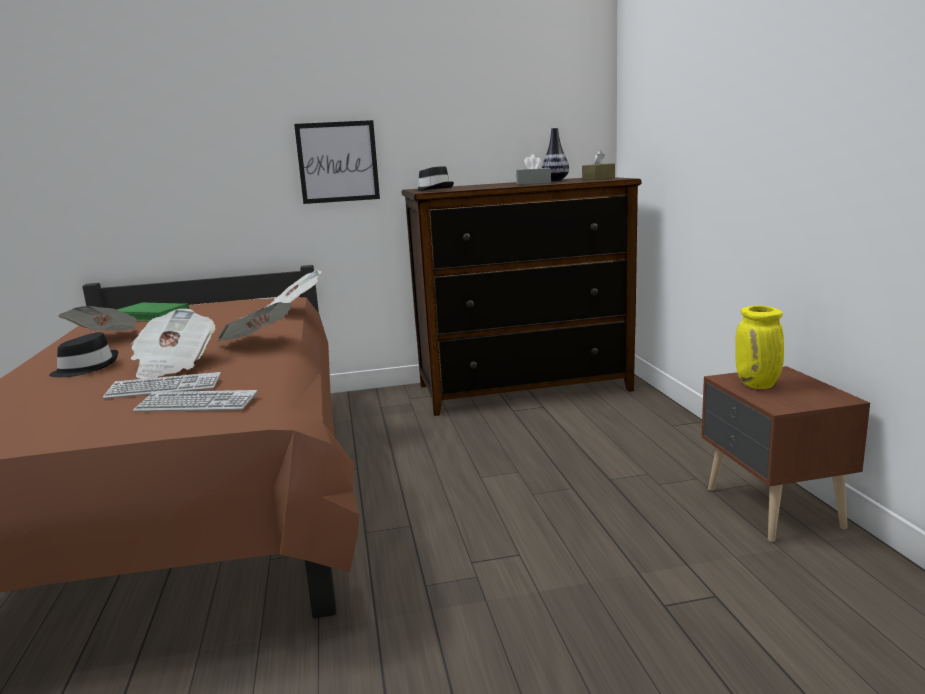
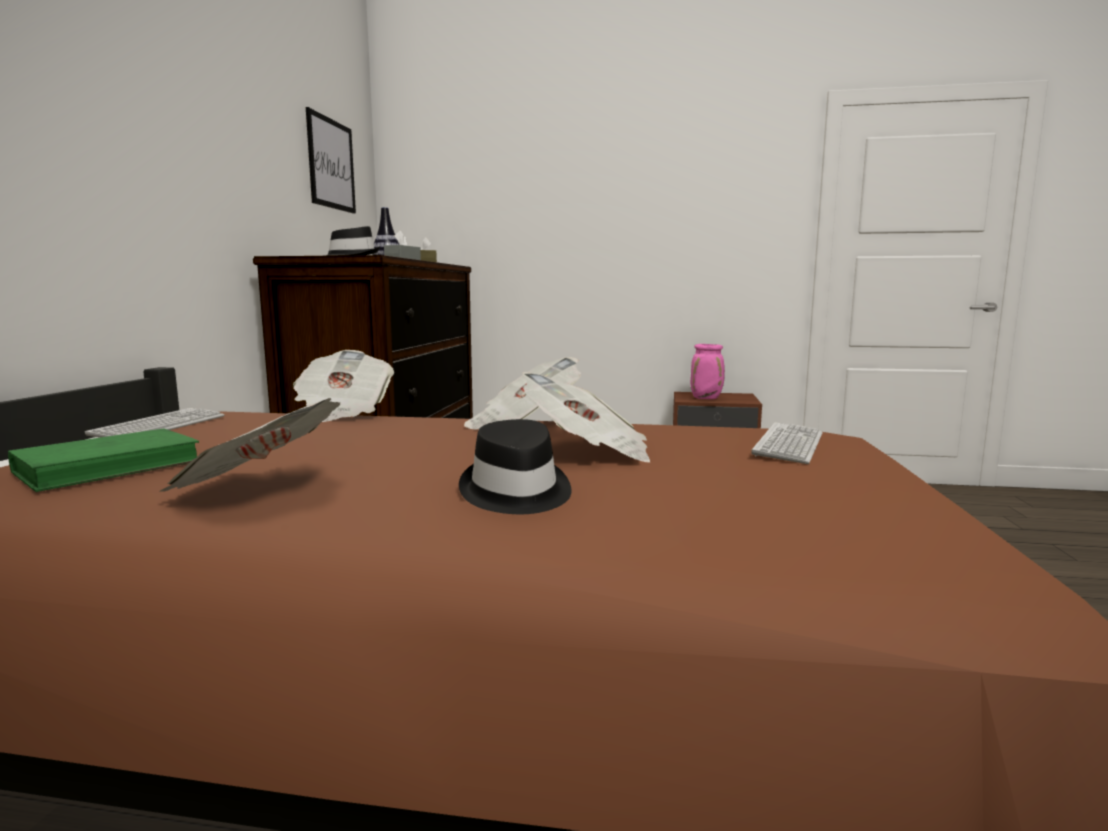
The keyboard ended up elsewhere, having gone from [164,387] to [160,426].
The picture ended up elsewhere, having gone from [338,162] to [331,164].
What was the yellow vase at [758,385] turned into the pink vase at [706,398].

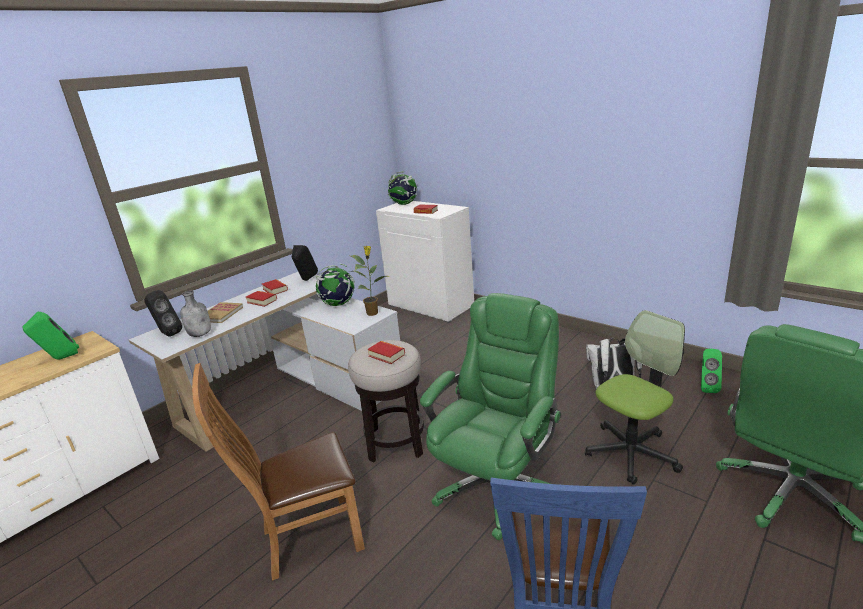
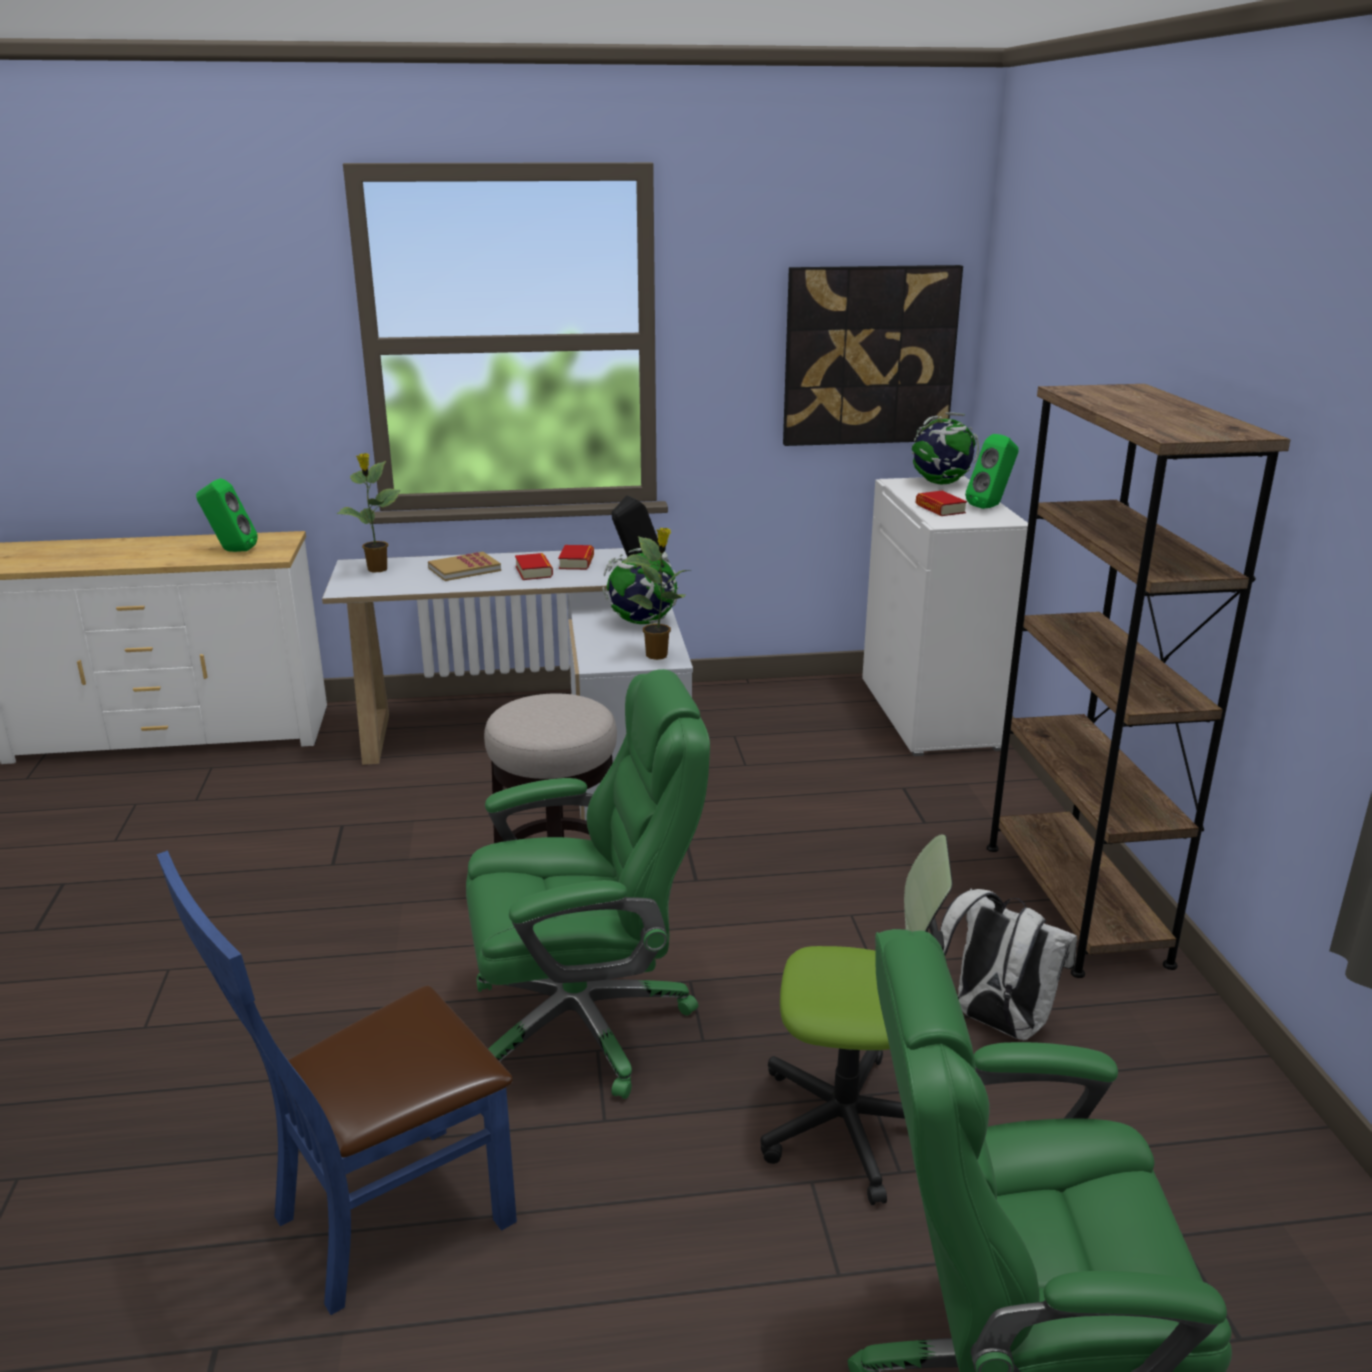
The second view lost the grey bottle at [201,334].
The second view lost the brown chair at [305,539].
The second view lost the book at [386,355].
The second view gained the picture at [869,356].
The second view gained the brown bookcase at [1074,902].
The green speaker ended up elsewhere, having gone from [706,387] to [991,507].
Where the black speaker stood at [167,333], the potted plant came to stand at [377,569].

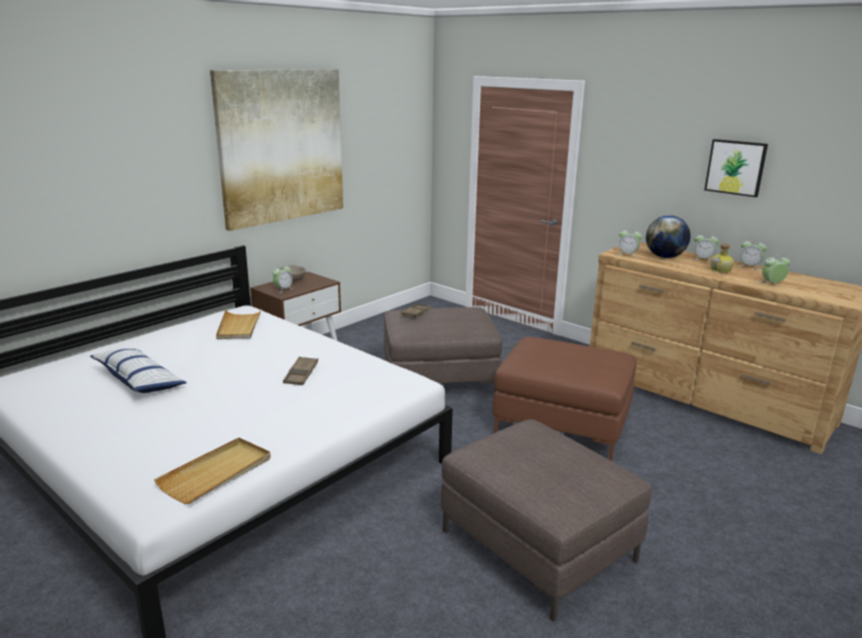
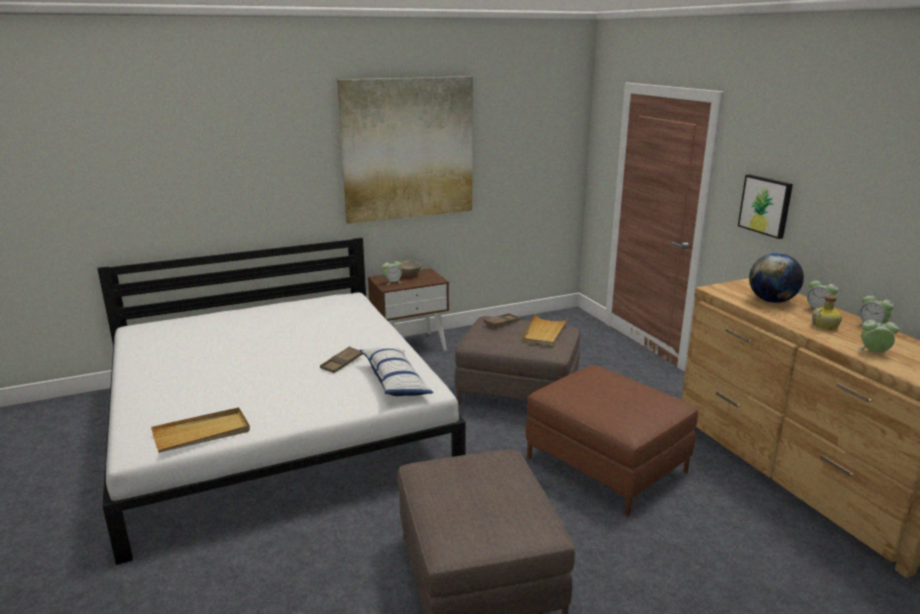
The second view lost the alarm clock at [628,254].
The pillow ended up elsewhere, having gone from [139,380] to [395,381].
The beige tray ended up elsewhere, having gone from [239,326] to [544,332].
The picture ended up elsewhere, having gone from [736,167] to [766,205].

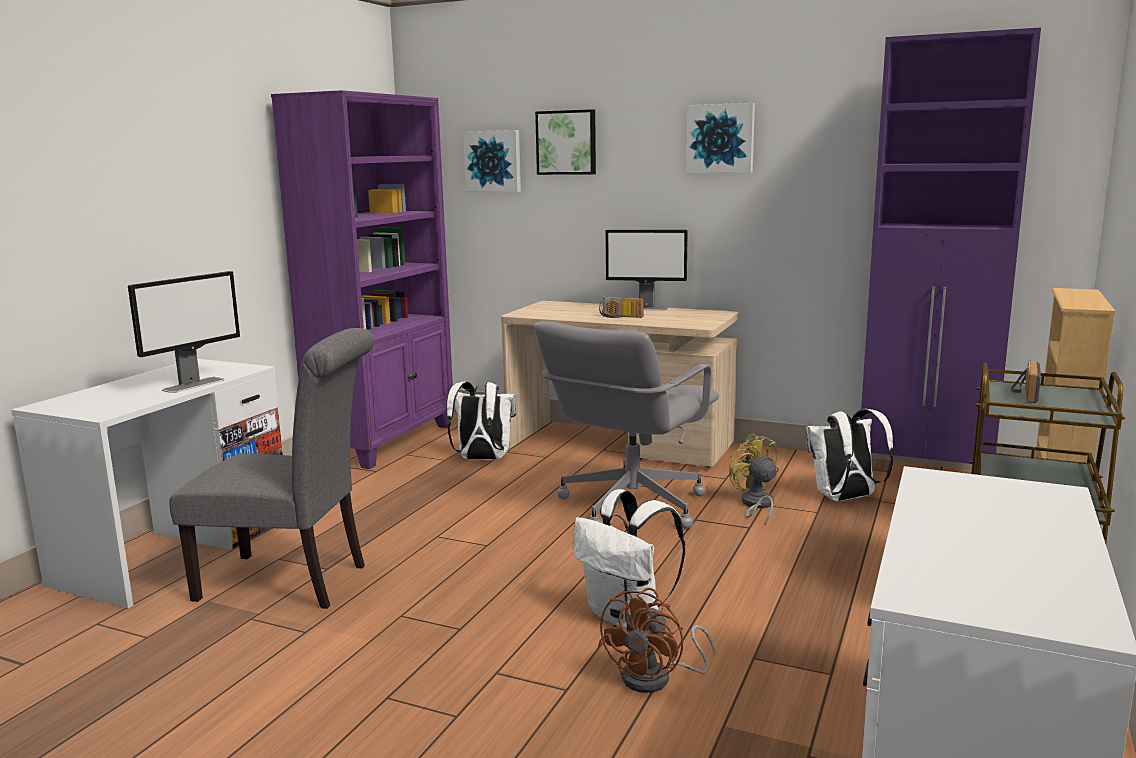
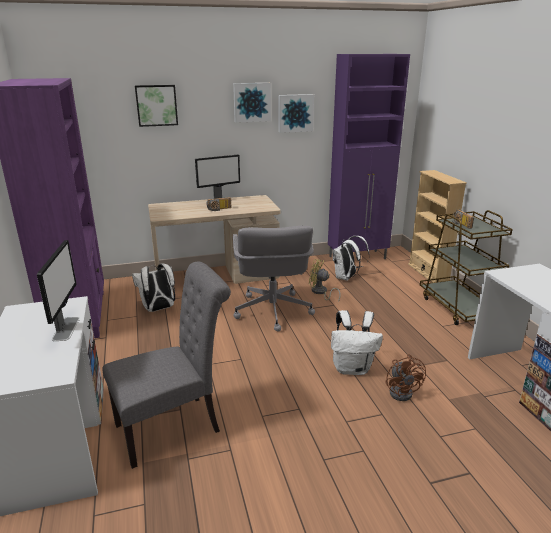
The picture ended up elsewhere, having gone from [493,161] to [295,113].

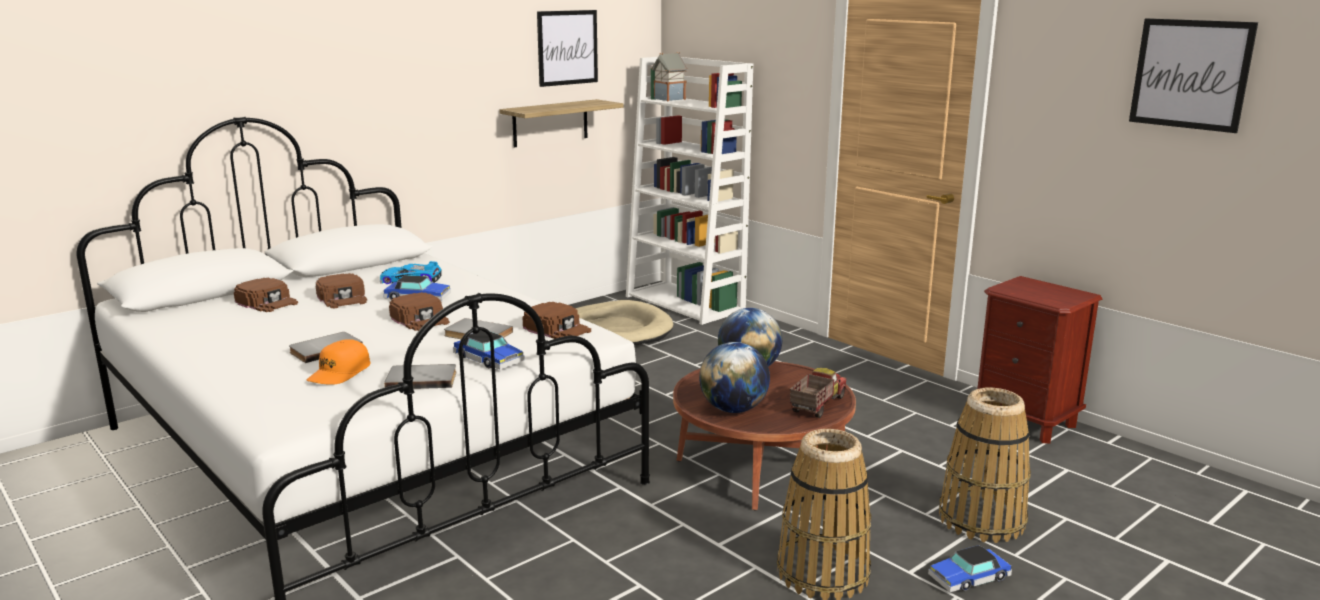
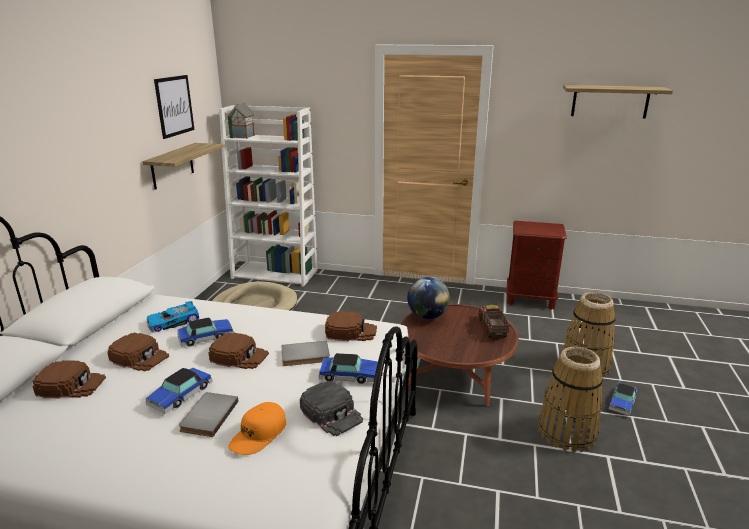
The second view lost the globe at [733,409].
The second view gained the toy car at [180,395].
Where the grey book stood at [422,379], the black cap came to stand at [332,413].
Where the picture hung at [1190,74], the shelf came to hang at [610,101].
The orange cap at [339,373] ended up facing another way, 45 degrees clockwise from before.

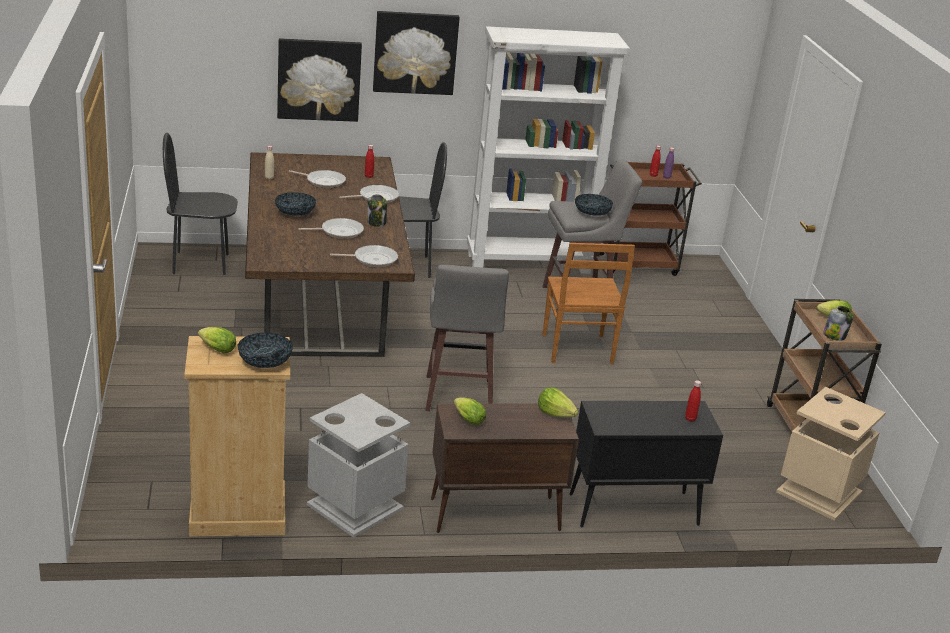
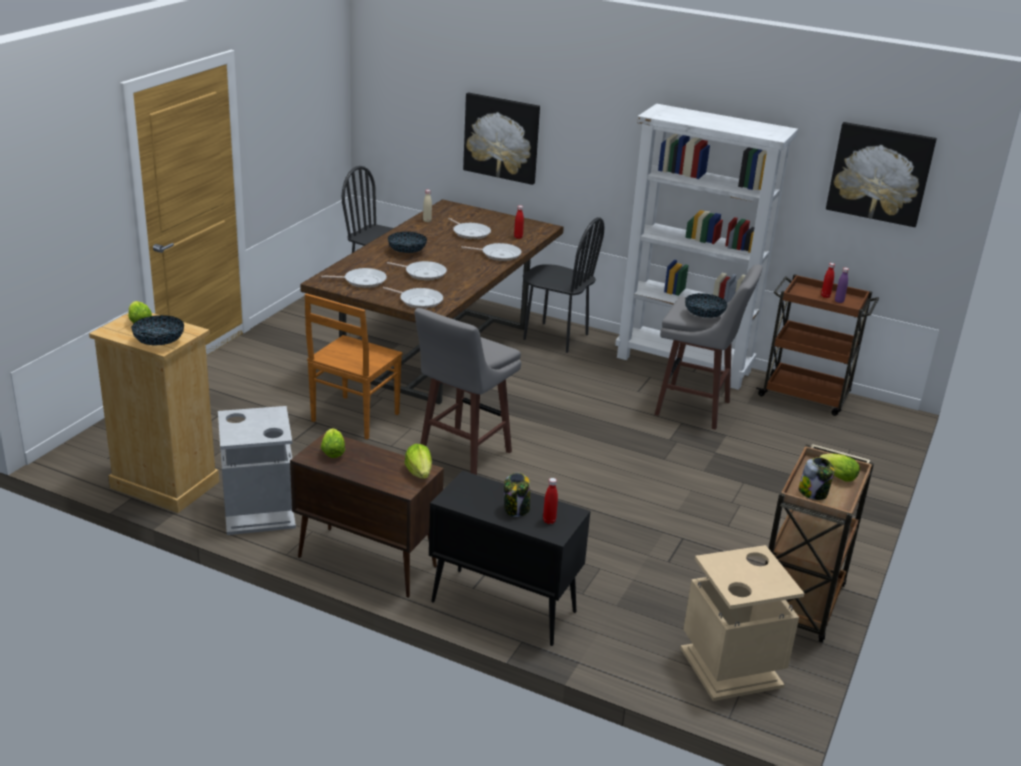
The second view gained the frying pan at [362,281].
The jar ended up elsewhere, having gone from [376,222] to [516,509].
The picture ended up elsewhere, having gone from [415,52] to [880,173].
The brown chair ended up elsewhere, having gone from [577,350] to [353,418].

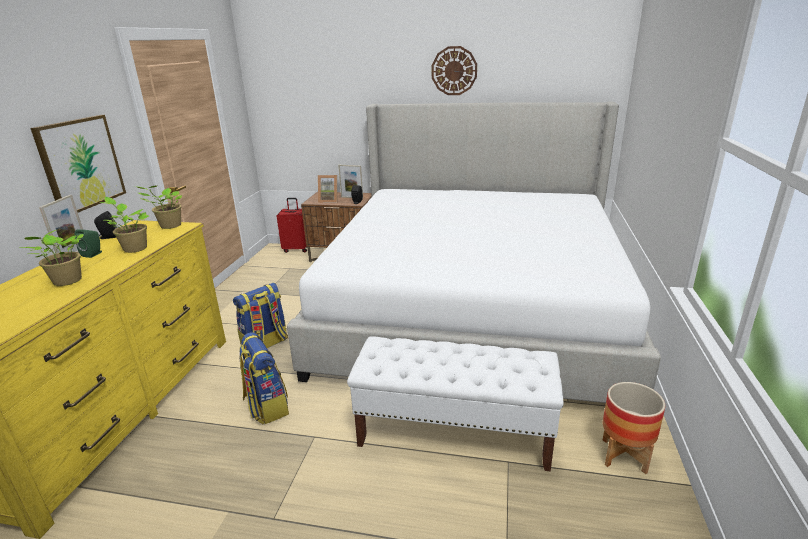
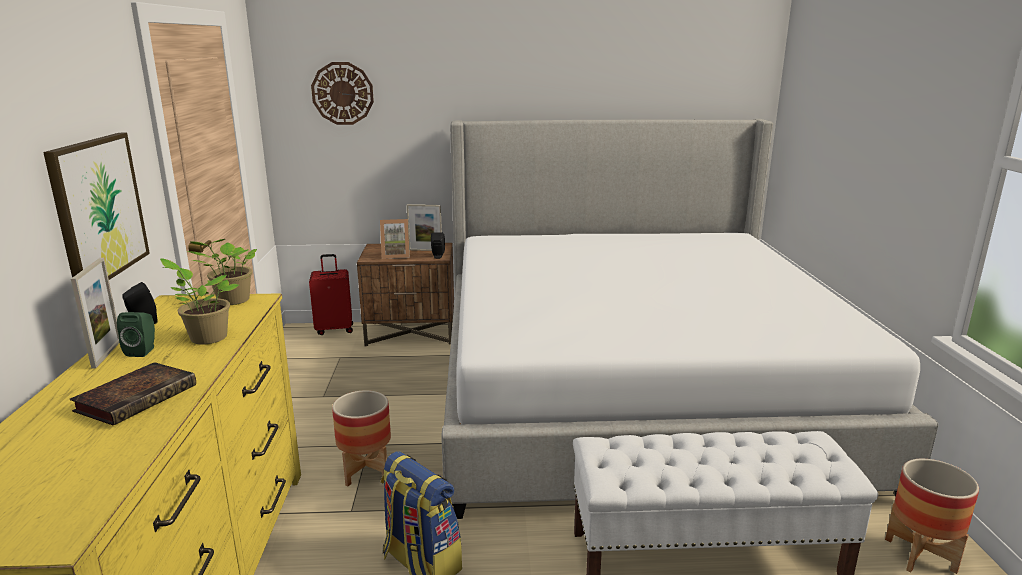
The wall clock ended up elsewhere, having gone from [454,71] to [342,93].
Where the potted plant stood at [66,282], the book came to stand at [138,397].
Where the backpack stood at [265,344], the planter came to stand at [366,472].

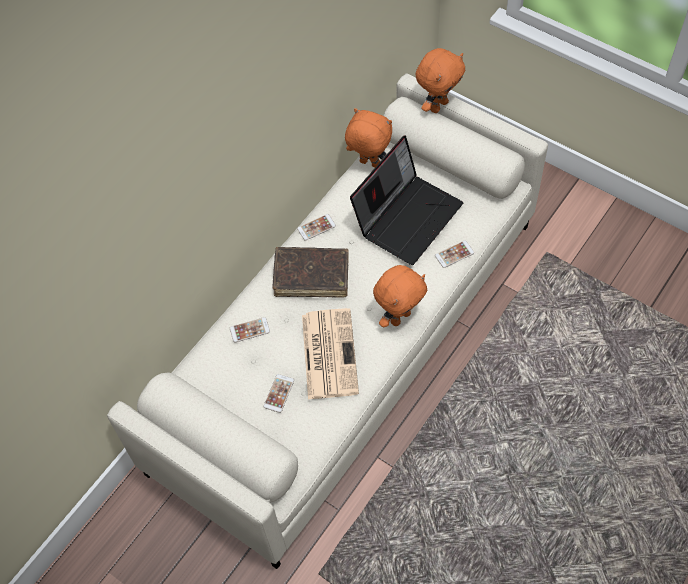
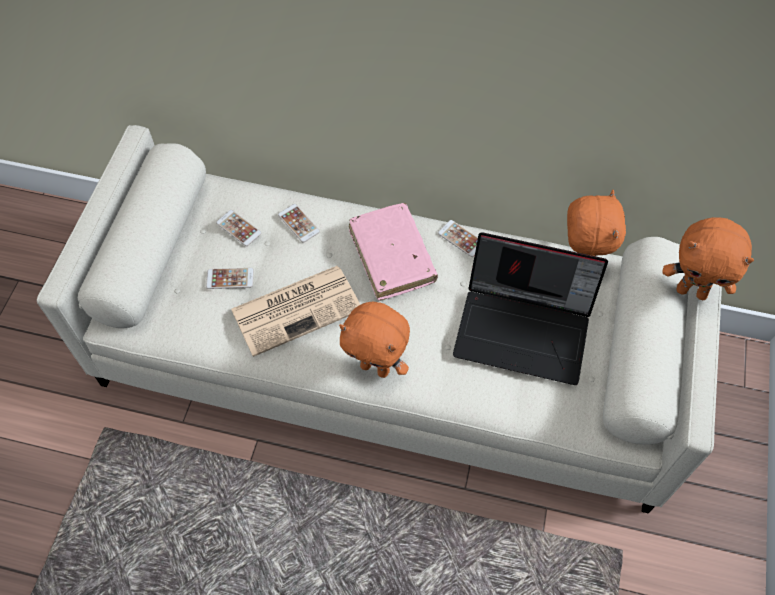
The phone ended up elsewhere, having gone from [454,254] to [238,228].
What was the brown book at [311,276] turned into the pink book at [392,257].

